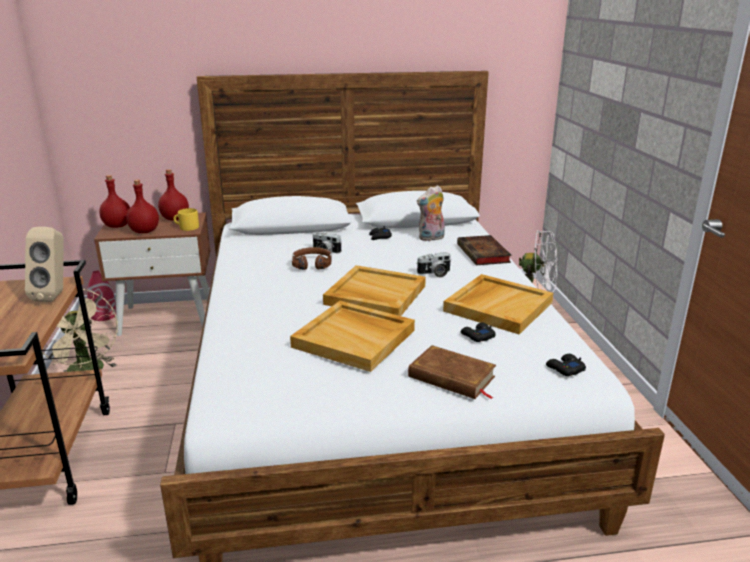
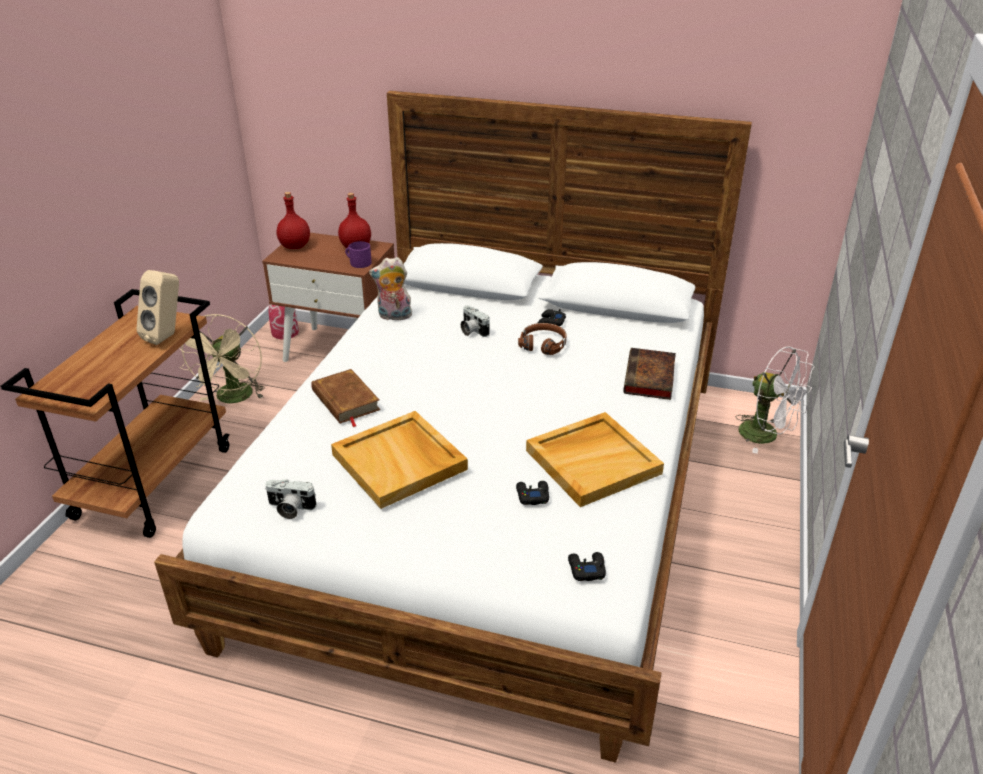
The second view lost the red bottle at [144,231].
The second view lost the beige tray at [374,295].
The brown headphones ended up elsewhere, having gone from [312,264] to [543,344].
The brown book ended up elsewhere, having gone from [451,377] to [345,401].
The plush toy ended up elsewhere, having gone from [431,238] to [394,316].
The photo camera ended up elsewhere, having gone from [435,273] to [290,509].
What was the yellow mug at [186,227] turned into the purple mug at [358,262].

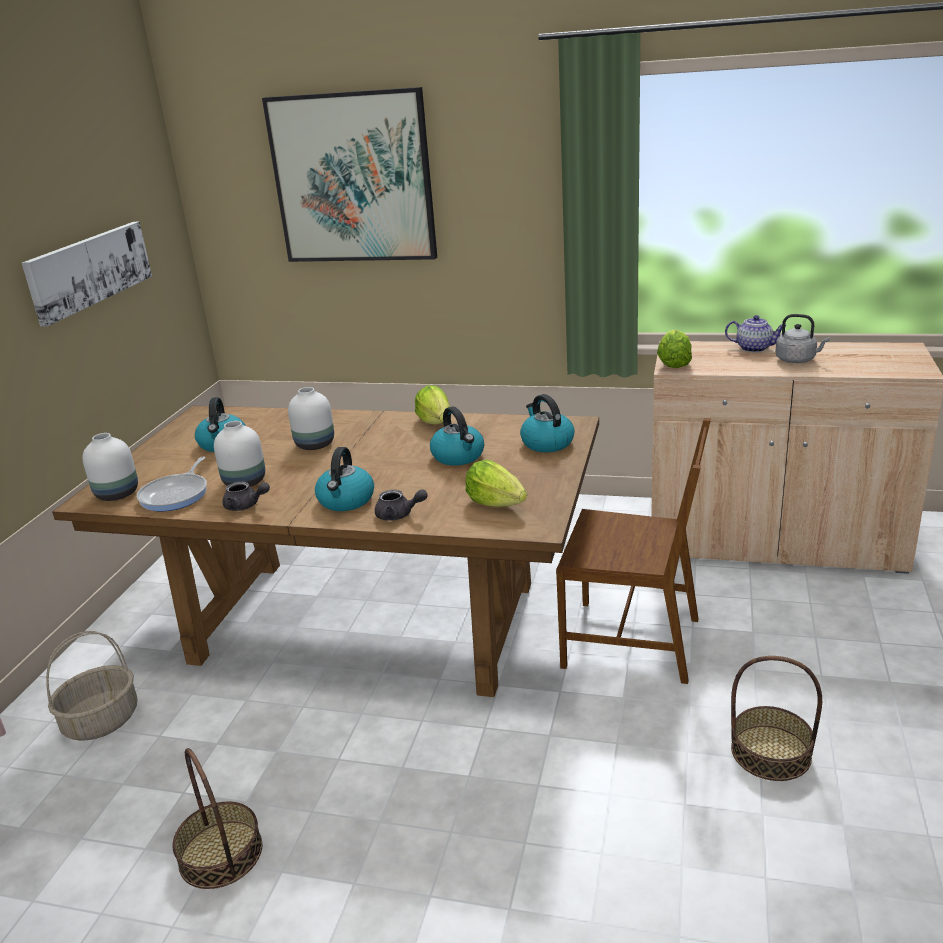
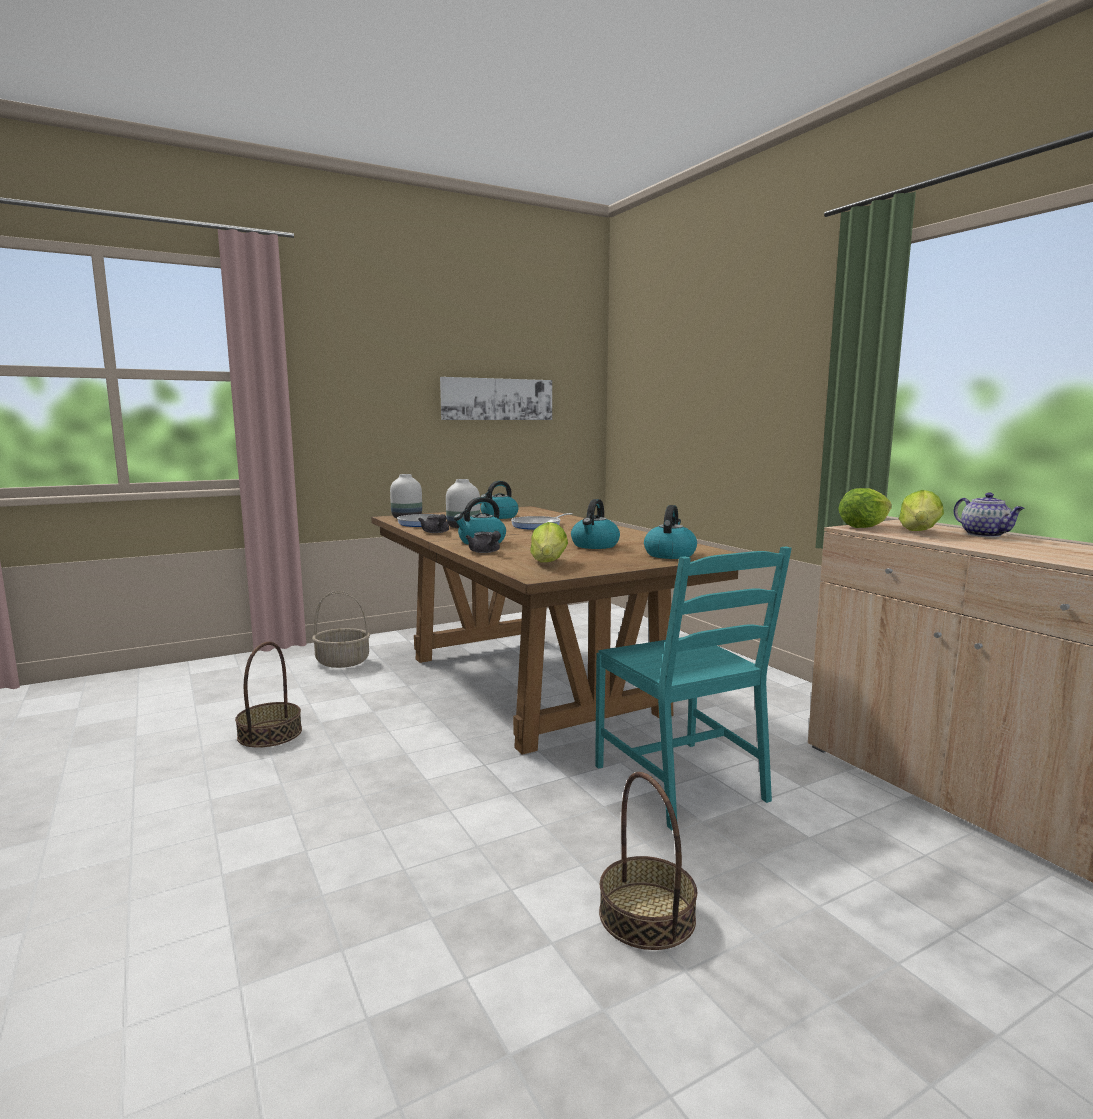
The second view lost the picture at [353,178].
The second view lost the grey kettle at [797,360].
The lettuce ended up elsewhere, having gone from [435,422] to [919,532].
Where the white vase stood at [316,444], the frying pan came to stand at [538,526].
What was the brown chair at [633,641] turned into the turquoise chair at [682,782].

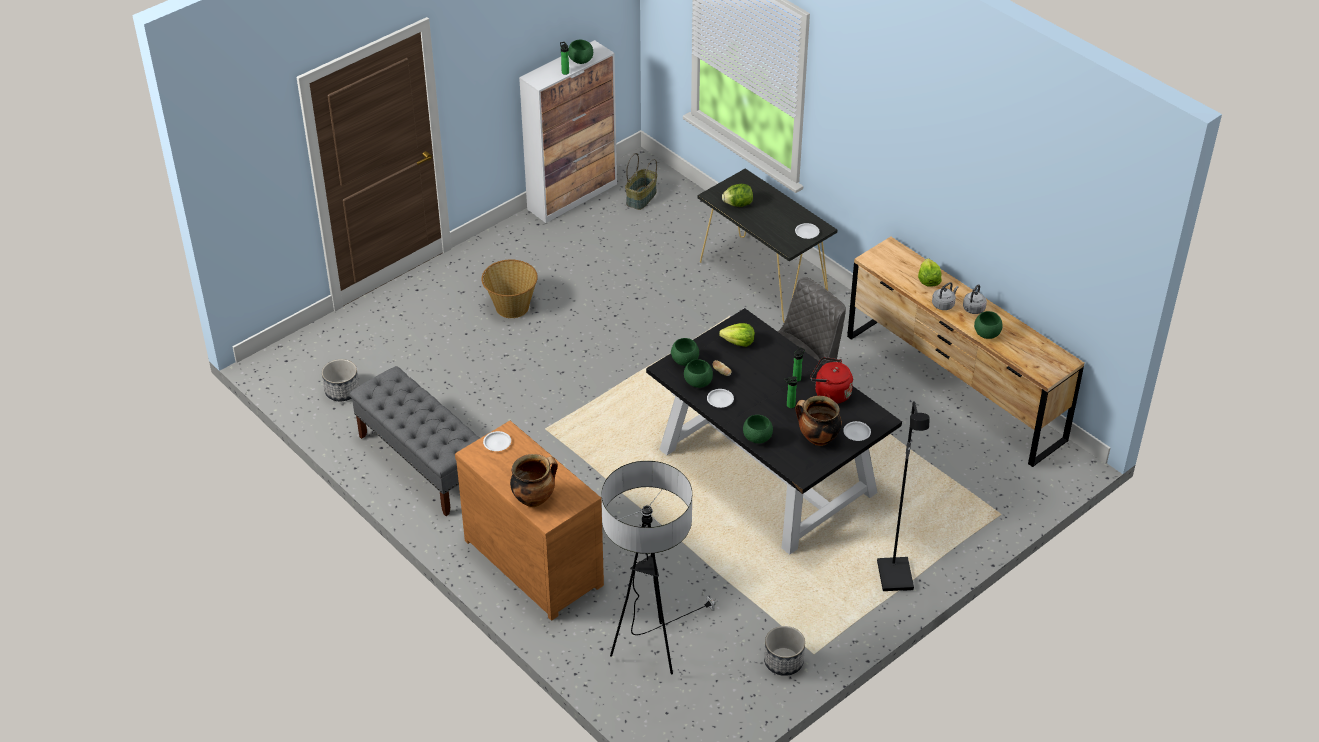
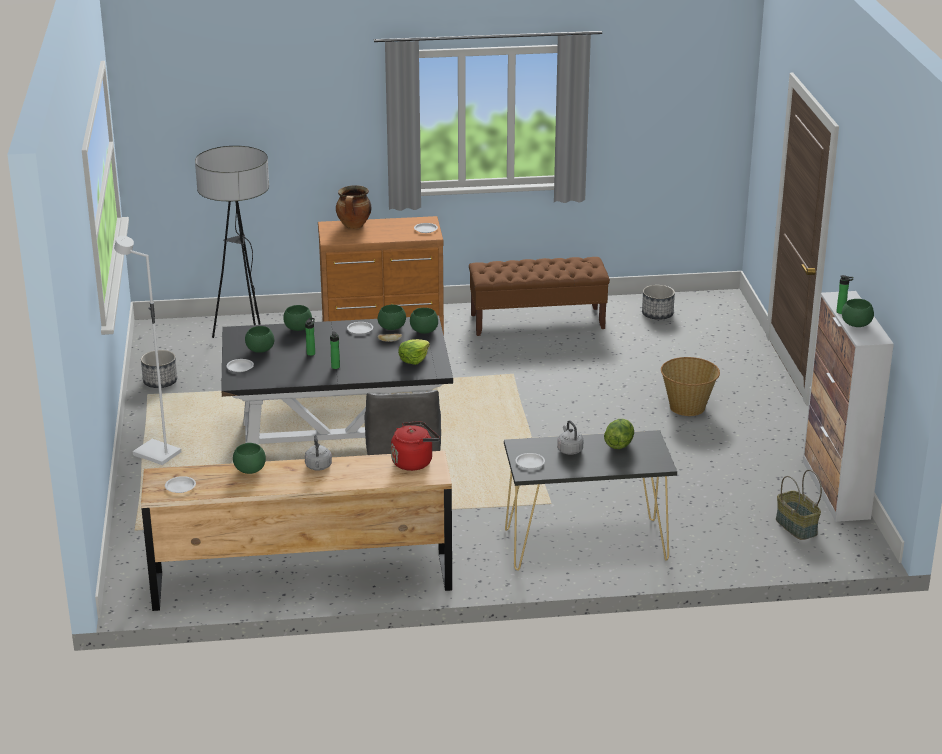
The second view lost the lettuce at [928,280].
The second view gained the white plate at [180,487].
The red kettle ended up elsewhere, having gone from [830,394] to [414,462].
The grey kettle ended up elsewhere, having gone from [973,309] to [569,449].
Where the cooking pot stood at [817,439], the green bowl came to stand at [260,350].
What was the grey bench at [422,462] turned into the brown bench at [538,321].
What was the black floor lamp at [896,576] turned into the white floor lamp at [156,455].

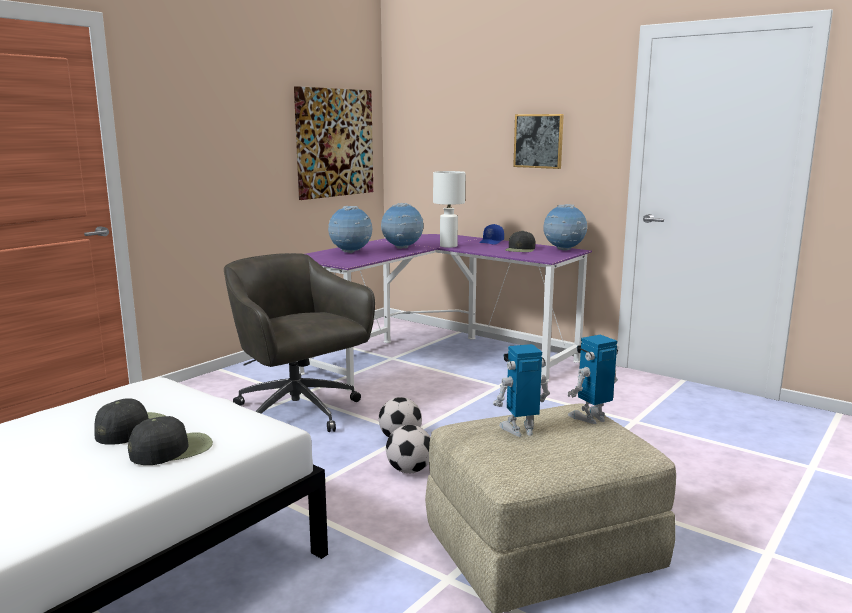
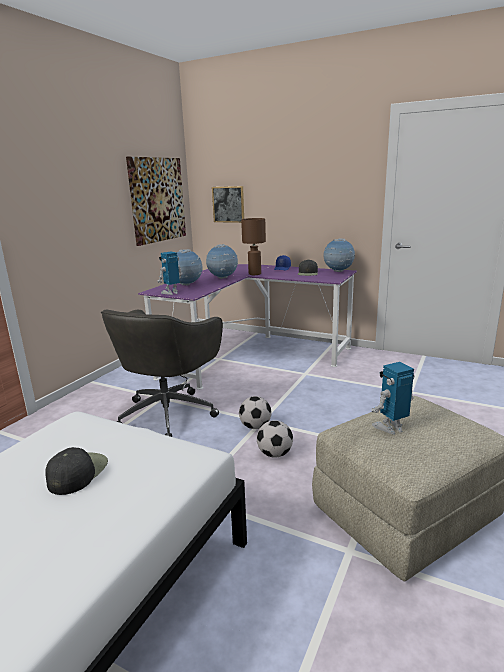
The second view lost the black cap at [172,449].
The picture ended up elsewhere, having gone from [538,141] to [228,204].
The toy robot ended up elsewhere, having gone from [591,418] to [171,293].
What was the white table lamp at [448,246] turned into the brown table lamp at [254,274].
The grey office chair at [298,413] ended up facing another way, 105 degrees counterclockwise from before.

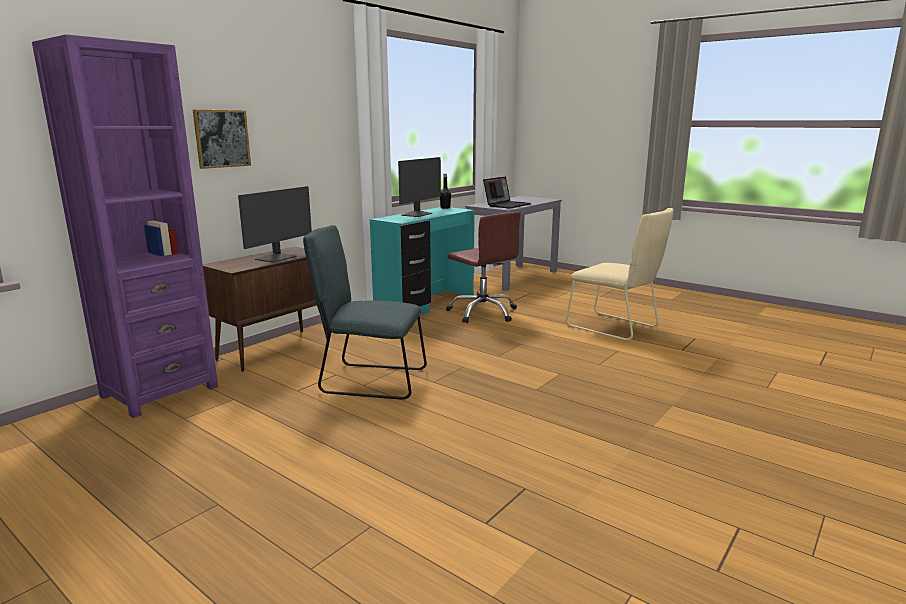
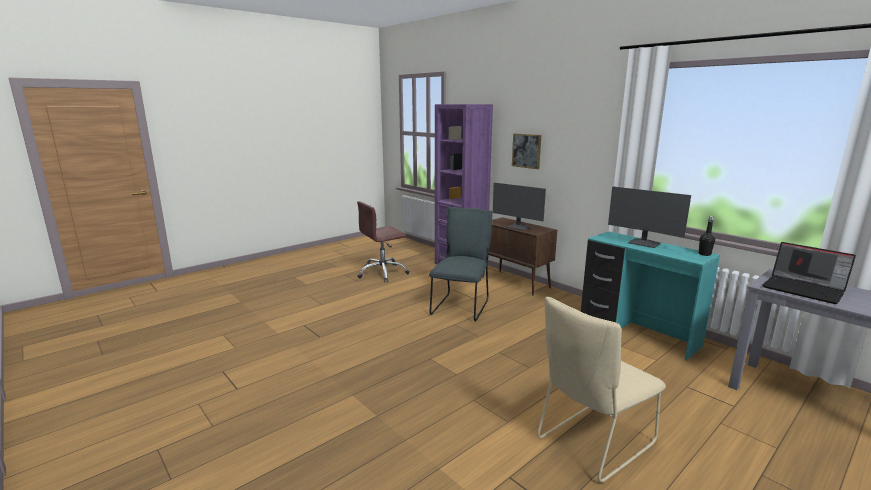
The brown office chair ended up elsewhere, having gone from [483,312] to [383,273].

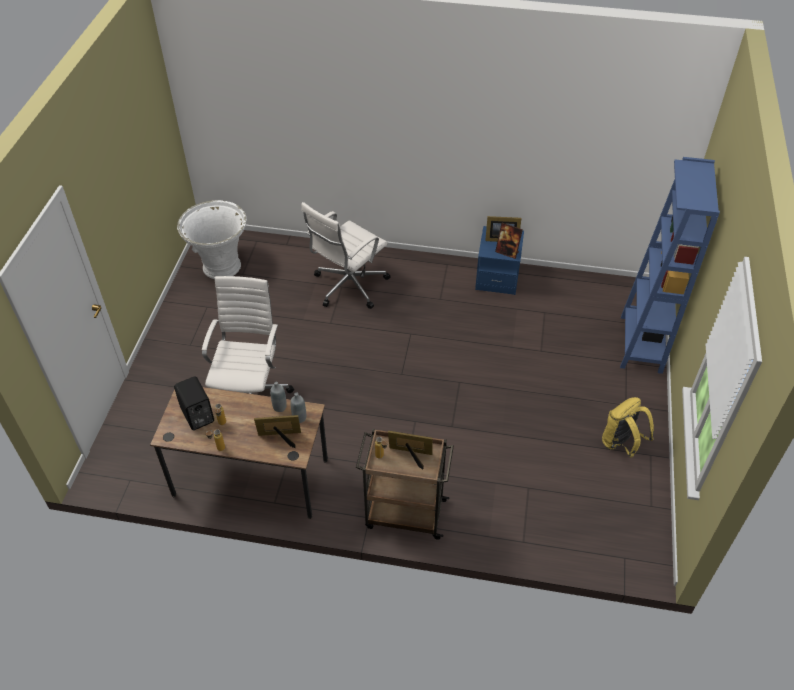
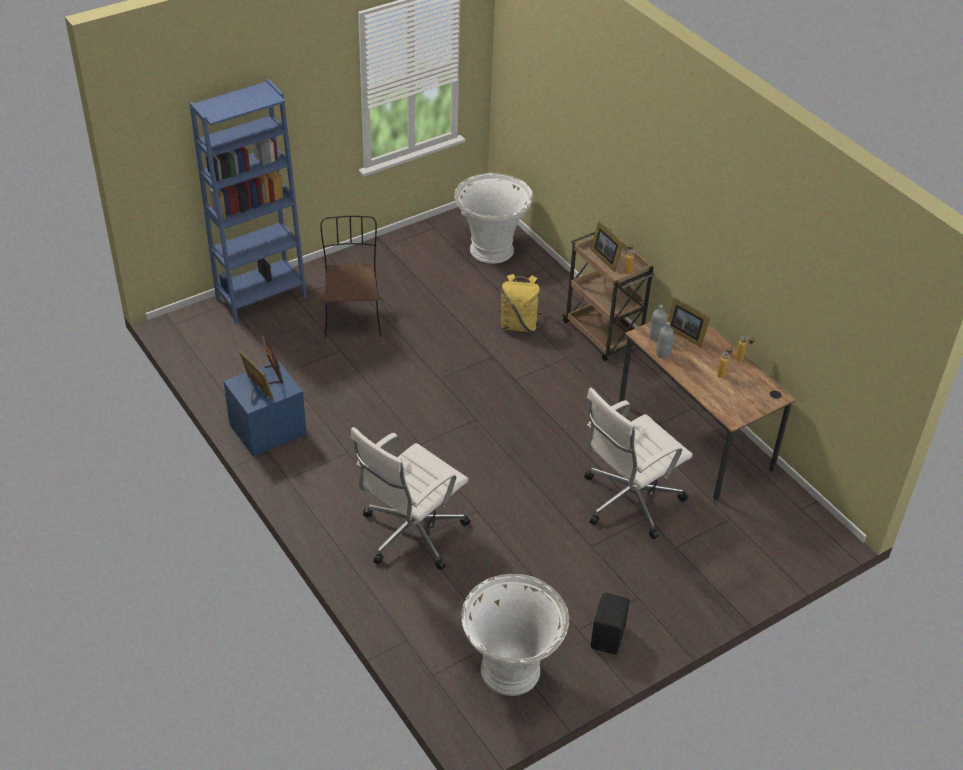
The second view gained the brown chair at [352,315].
The second view gained the white planter at [491,250].
The black speaker ended up elsewhere, having gone from [197,416] to [609,636].
The yellow backpack ended up elsewhere, having gone from [621,444] to [519,325].
The white office chair at [348,286] ended up facing another way, 135 degrees clockwise from before.

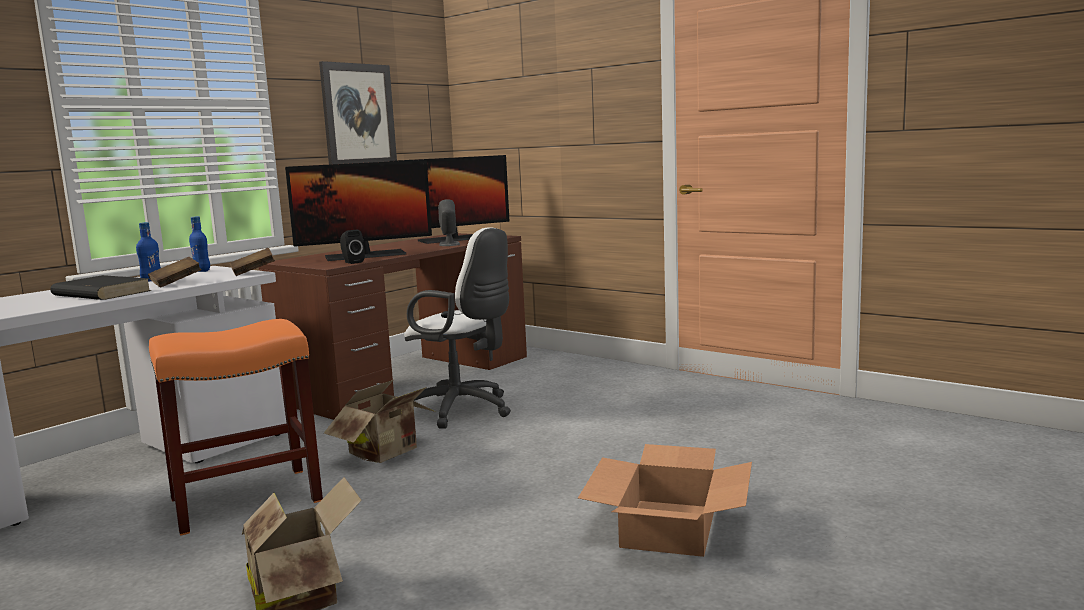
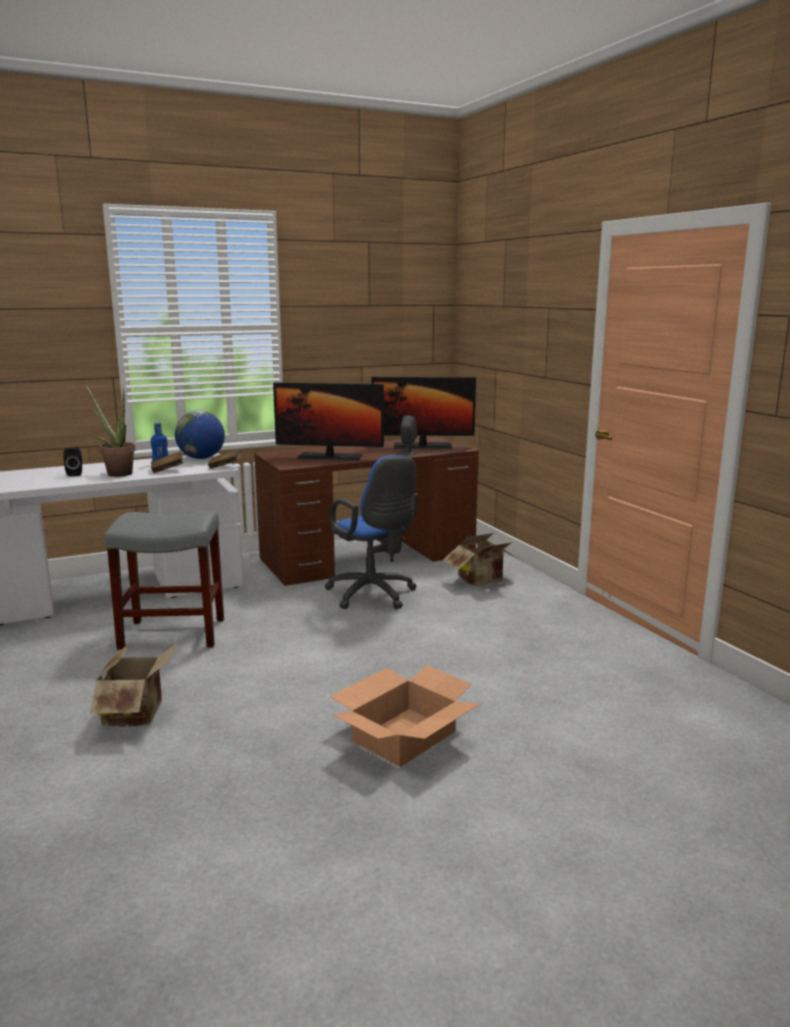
The second view lost the picture at [358,115].
The cardboard box ended up elsewhere, having gone from [388,453] to [483,581].
The black speaker ended up elsewhere, having gone from [352,262] to [75,474].
Where the black book stood at [101,293], the potted plant came to stand at [116,473].
Where the blue bottle stood at [202,271], the globe came to stand at [201,458].
What was the orange stool at [244,500] turned into the grey stool at [171,634].
What was the white office chair at [463,410] turned into the blue office chair at [374,596].

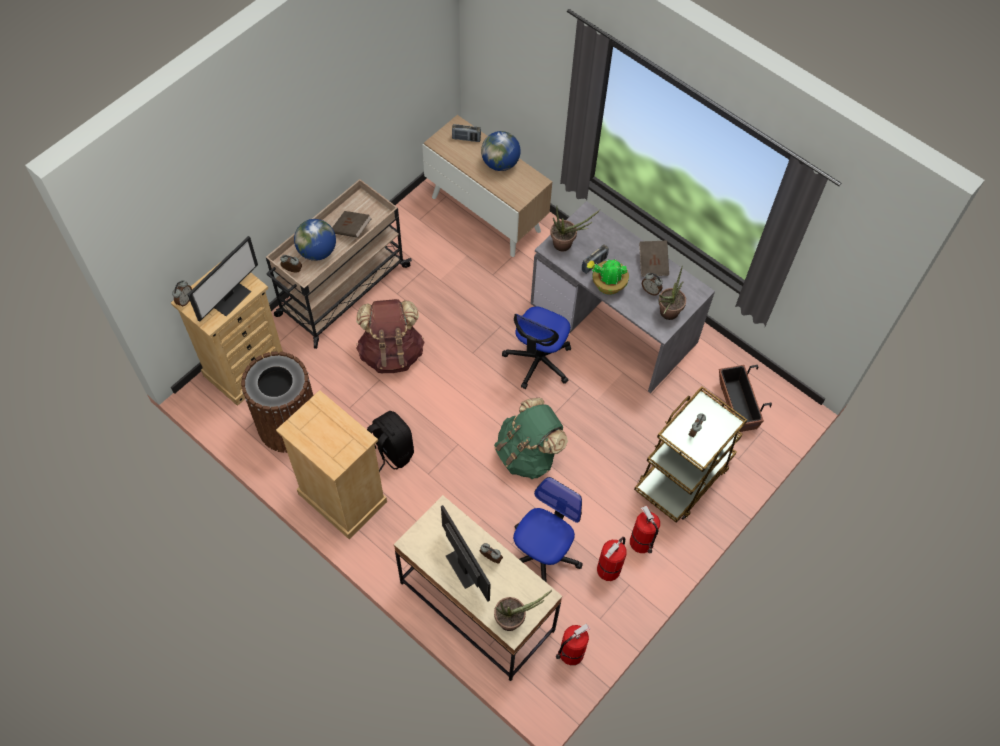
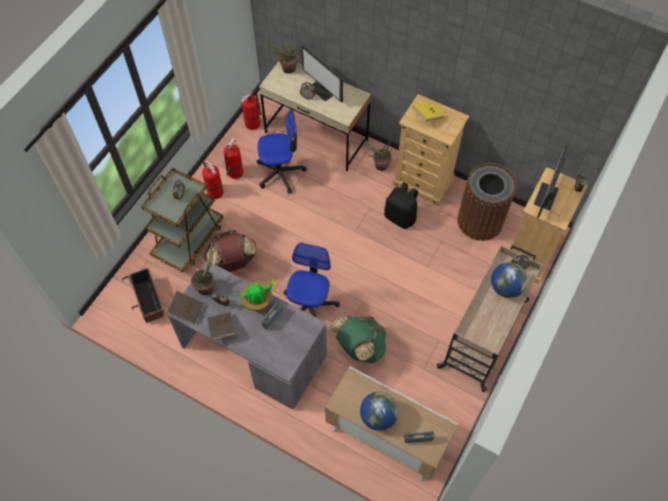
The second view gained the yellow book at [428,116].
The brown book ended up elsewhere, having gone from [351,230] to [187,310].
The brown backpack ended up elsewhere, having gone from [391,352] to [232,261].
The green backpack ended up elsewhere, having gone from [528,454] to [359,347].
The potted plant ended up elsewhere, having gone from [566,245] to [378,165].
The office chair at [542,554] ended up facing another way, 120 degrees counterclockwise from before.

